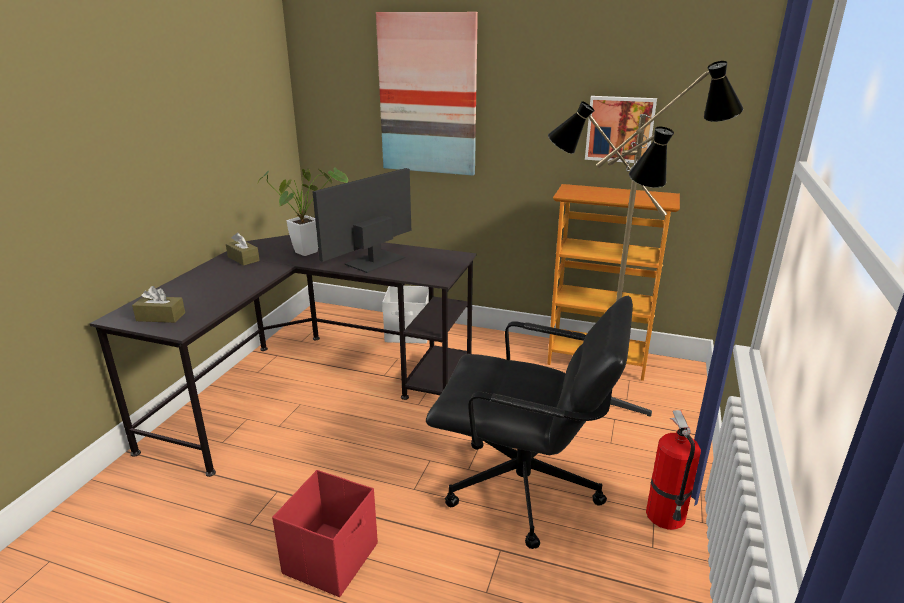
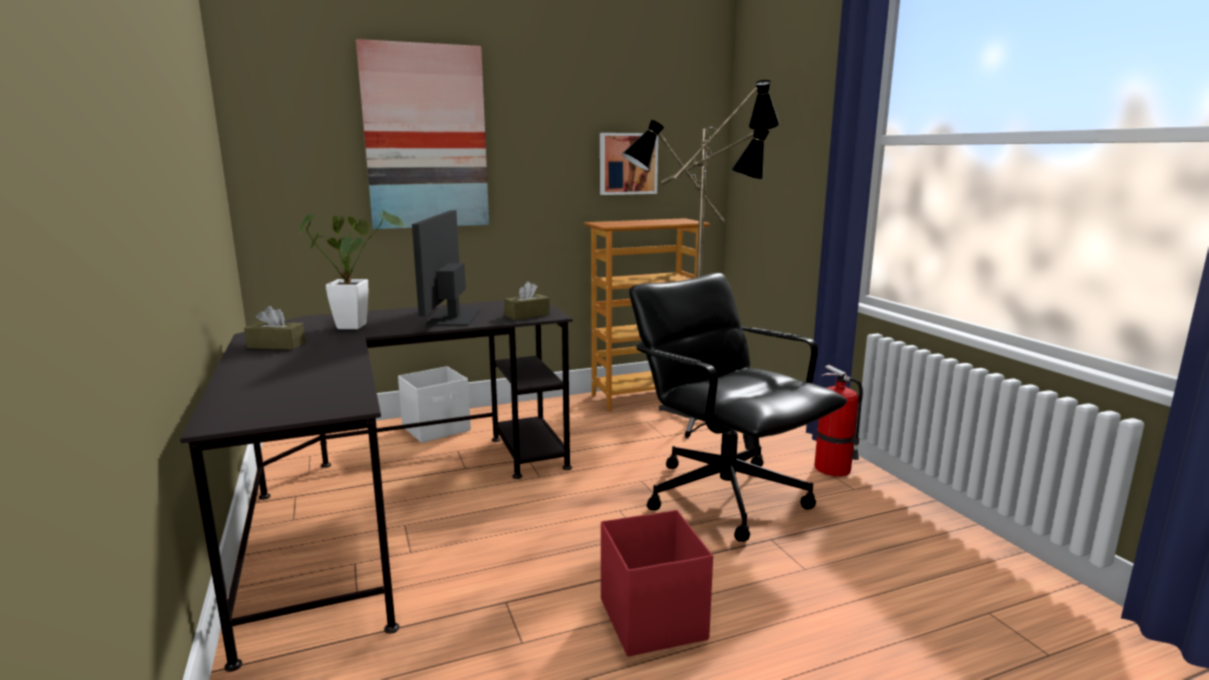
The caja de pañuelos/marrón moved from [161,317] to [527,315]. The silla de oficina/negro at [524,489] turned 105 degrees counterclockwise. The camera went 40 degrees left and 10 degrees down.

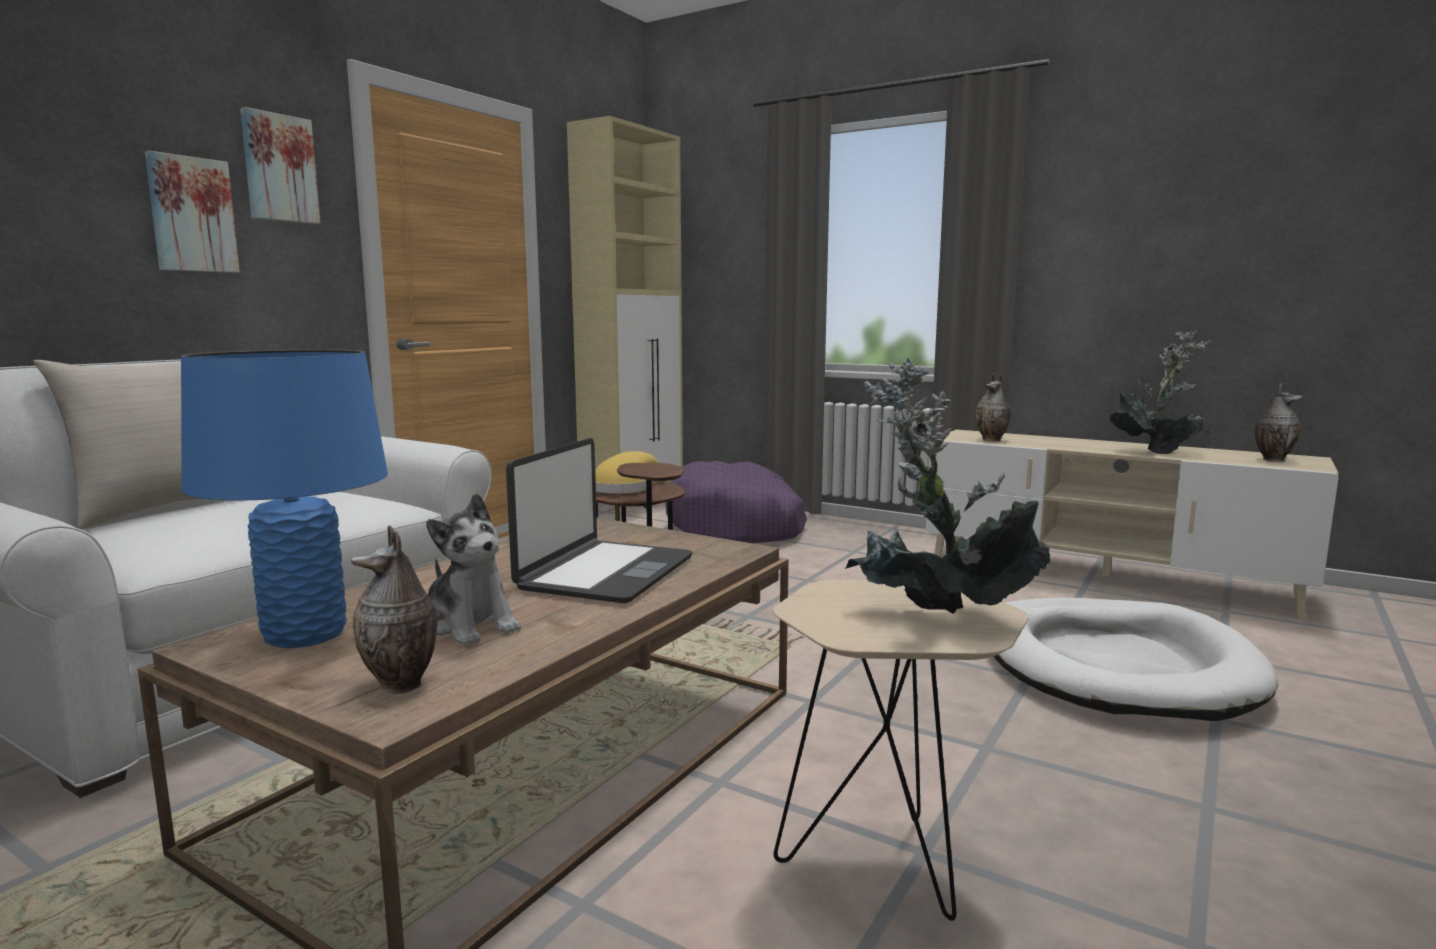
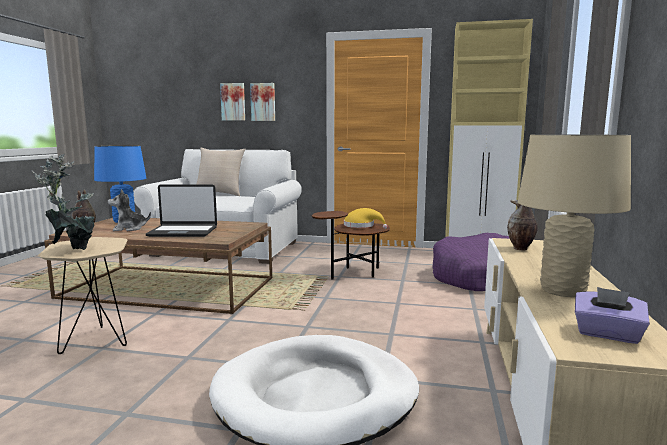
The cuadro moved from [279,168] to [233,102]. The peluche at [470,625] turned 45 degrees clockwise. The planta en maceta at [1158,451] was replaced by the lámpara de mesa/beis at [562,290]. The florero at [1272,459] was replaced by the caja de pañuelos/morado at [607,334]. The camera went 70 degrees right and 0 degrees up.

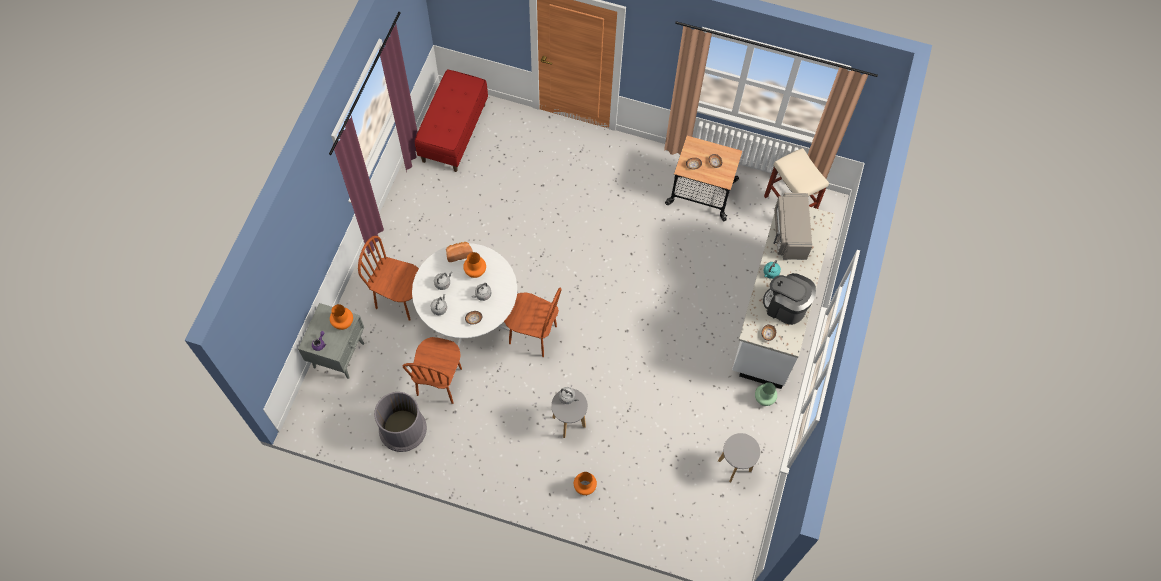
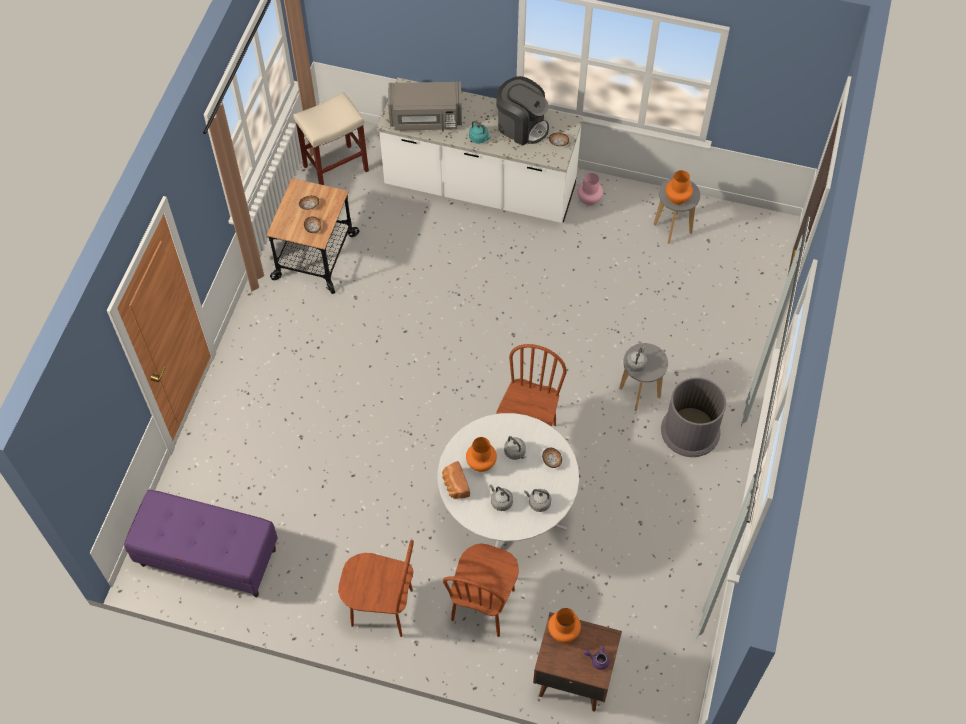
The mesita de noche/gris at [339,354] became the mesita de noche/marrón at [572,677]. The papelera/gris moved from [402,429] to [690,431]. The silla/marrón moved from [440,382] to [382,608]. The banco/rojo at [453,132] became the banco/morado at [208,557]. The florero/naranja moved from [584,486] to [677,199]. The florero/verde at [764,399] became the florero/rosa at [589,199]. The cafetera at [785,306] turned 90 degrees counterclockwise. The camera went 90 degrees left and 5 degrees down.

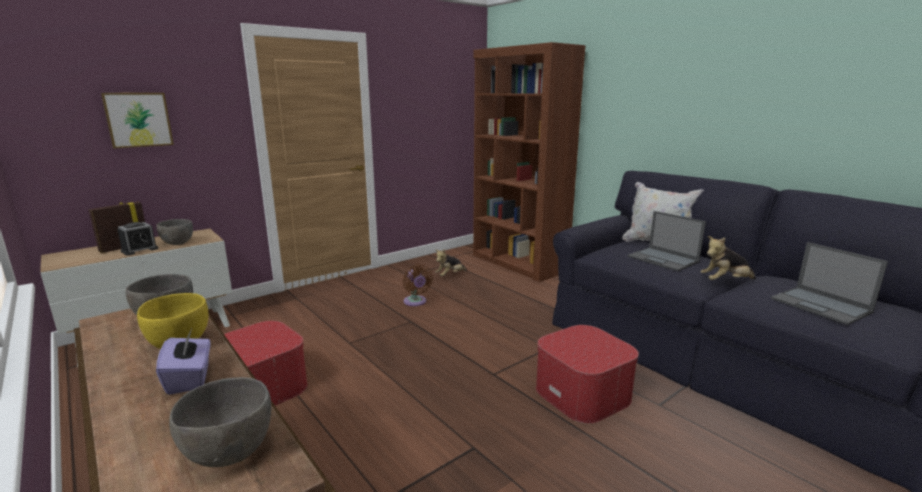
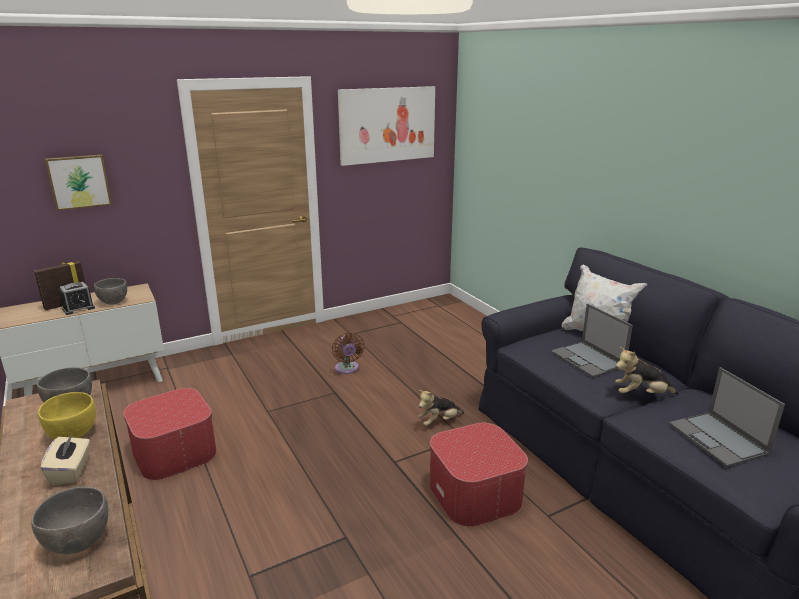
The caja de pañuelos/morado at [190,378] became the caja de pañuelos/beis at [71,471]. The peluche moved from [450,275] to [439,421]. The estantería/marrón at [518,263] disappeared. The cuadro at [387,125] appeared. The camera went 10 degrees right and 5 degrees up.

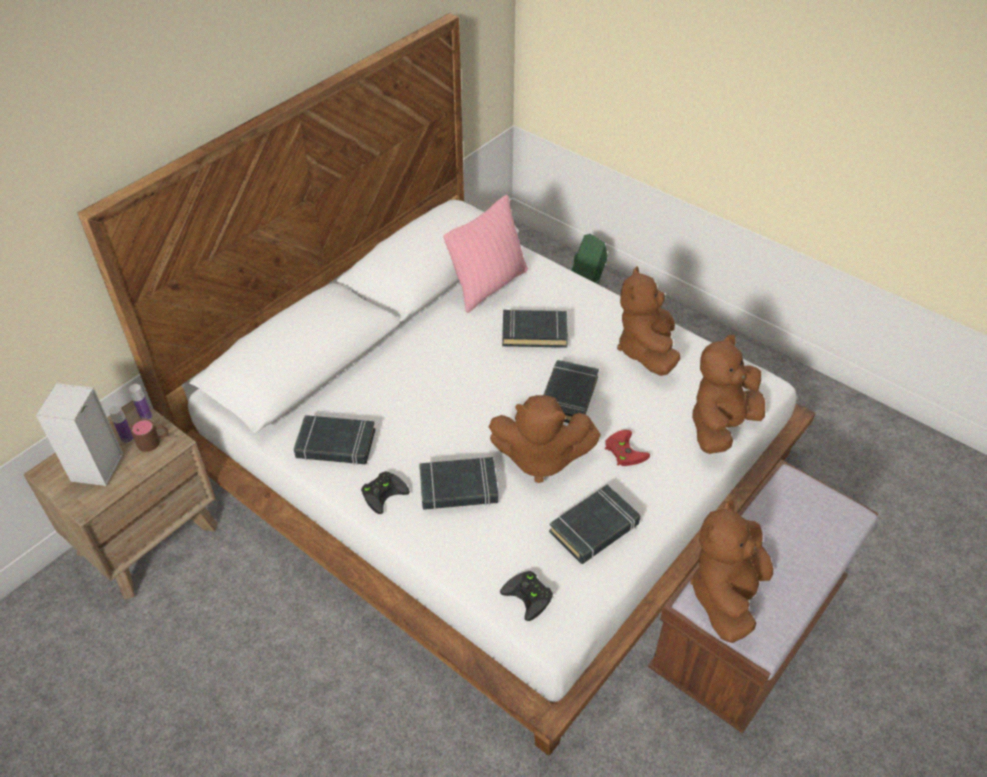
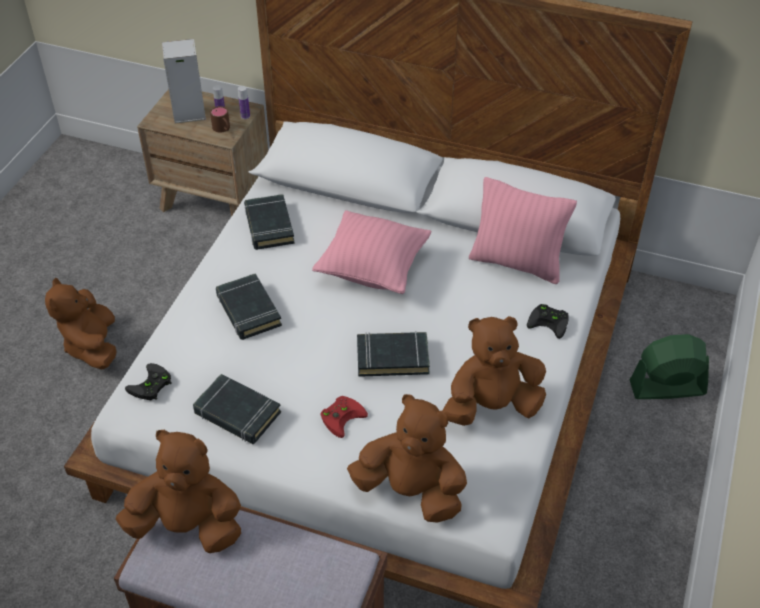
The mando de consola/negro moved from [384,492] to [550,322]. The peluche/marrón moved from [540,458] to [92,346]. The libro/negro at [534,332] disappeared. The cojín/rosa at [373,269] appeared. The camera went 70 degrees right and 0 degrees up.

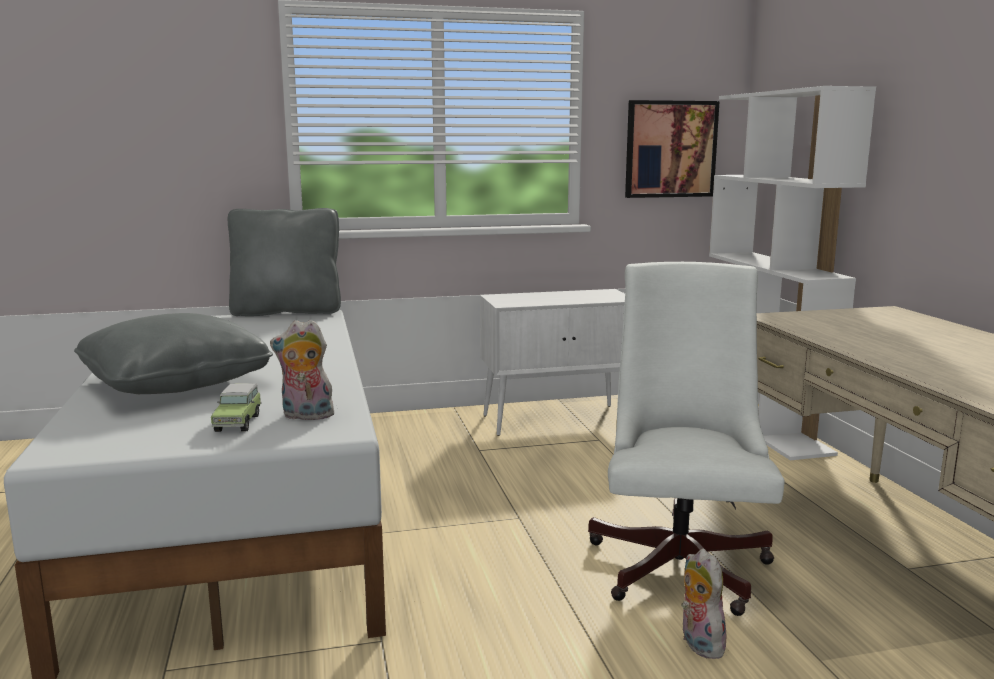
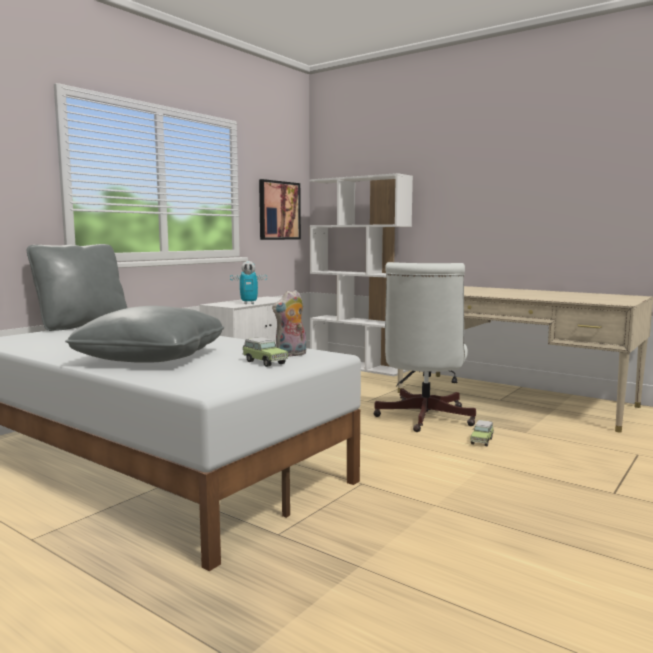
The silla de oficina/blanco at [680,560] turned 135 degrees counterclockwise. The peluche at [698,643] was replaced by the coche de juguete at [482,441]. The robot de juguete at [249,303] appeared. The camera went 40 degrees left and 5 degrees down.

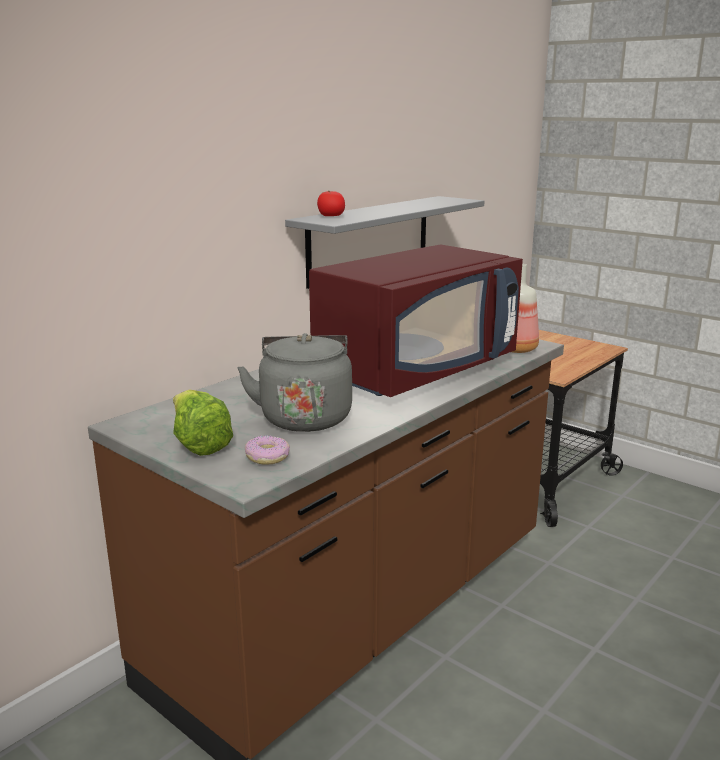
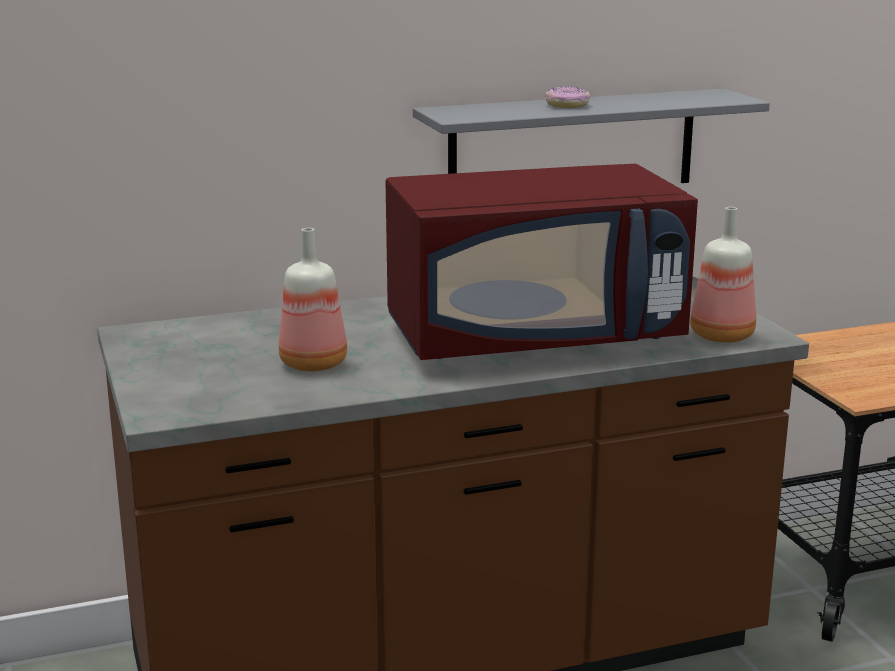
The lechuga at [199,444] disappeared. The hervidor/gris at [305,416] was replaced by the botella at [315,364]. The rosquilla moved from [267,456] to [567,105]. The tomate at [331,216] disappeared. The camera went 30 degrees right and 0 degrees up.

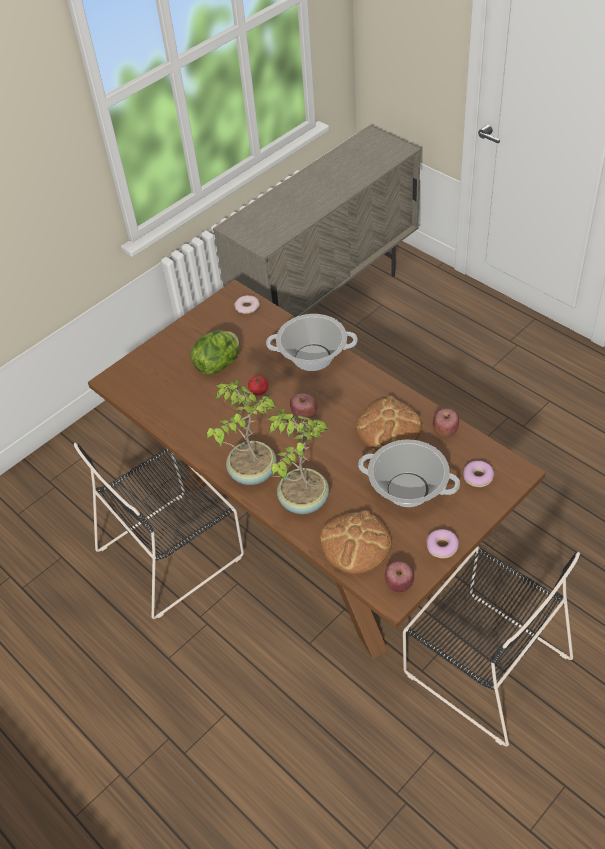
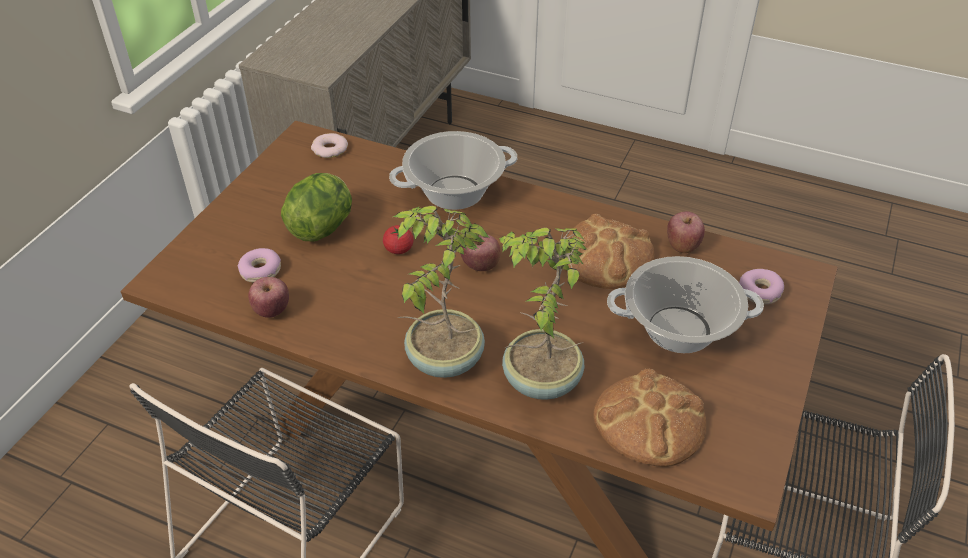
The manzana moved from [399,584] to [272,310]. The rosquilla moved from [442,547] to [261,271]. The camera went 25 degrees left and 5 degrees down.

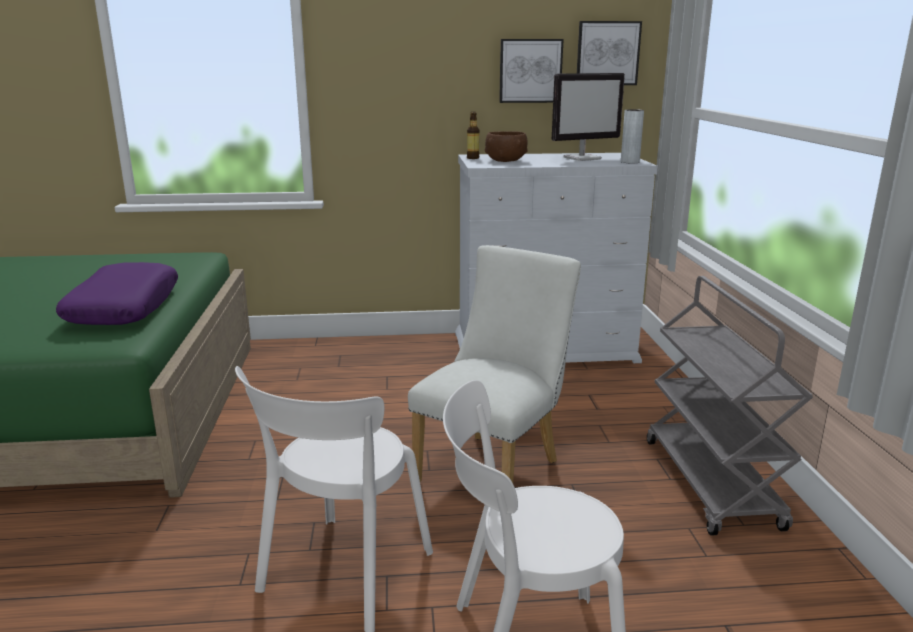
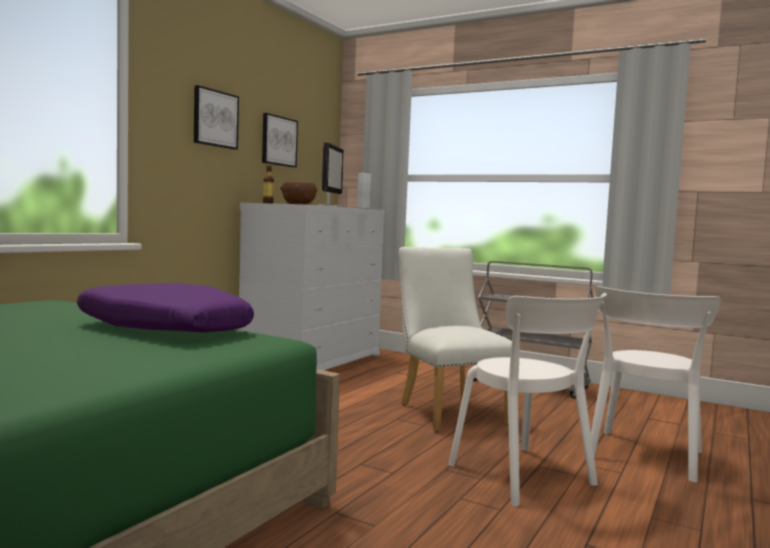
The cuadro moved from [607,53] to [215,118]. The camera went 55 degrees left and 15 degrees down.

